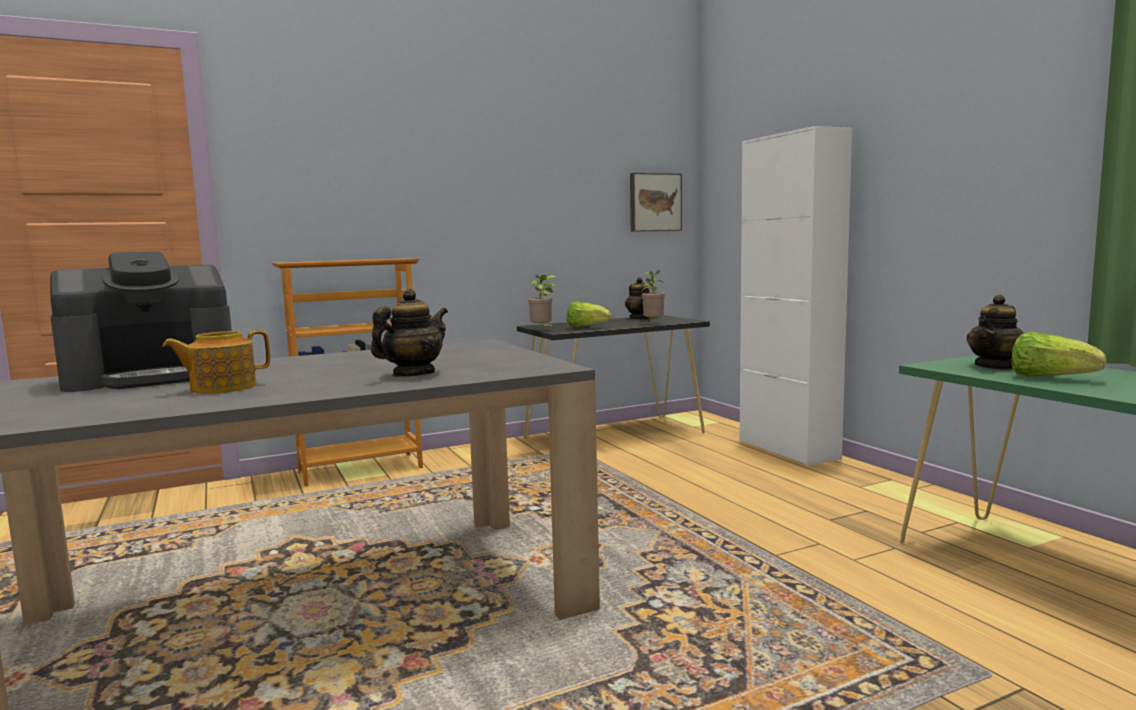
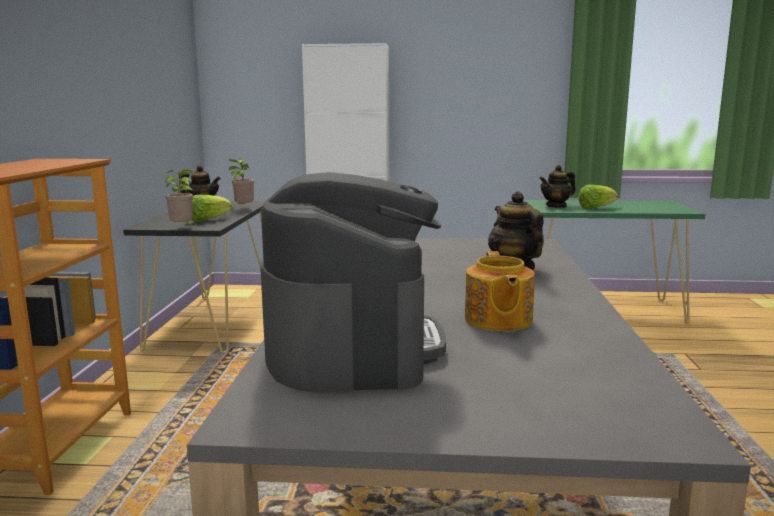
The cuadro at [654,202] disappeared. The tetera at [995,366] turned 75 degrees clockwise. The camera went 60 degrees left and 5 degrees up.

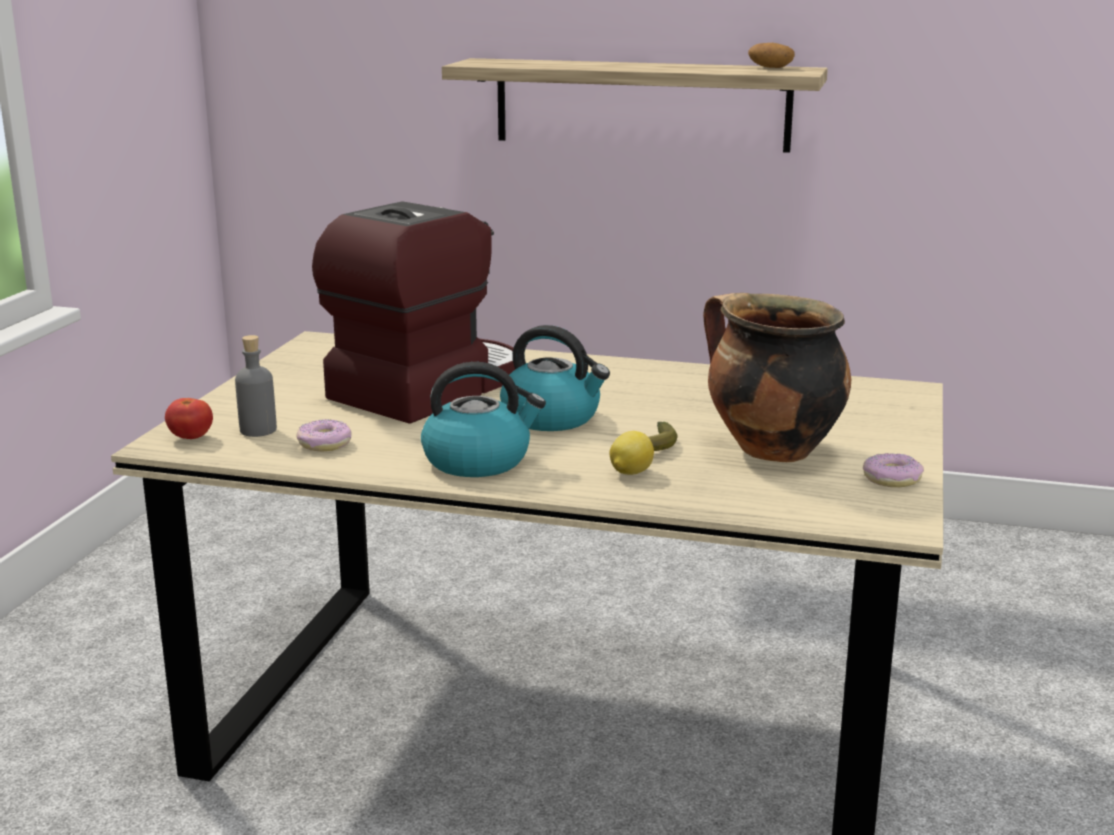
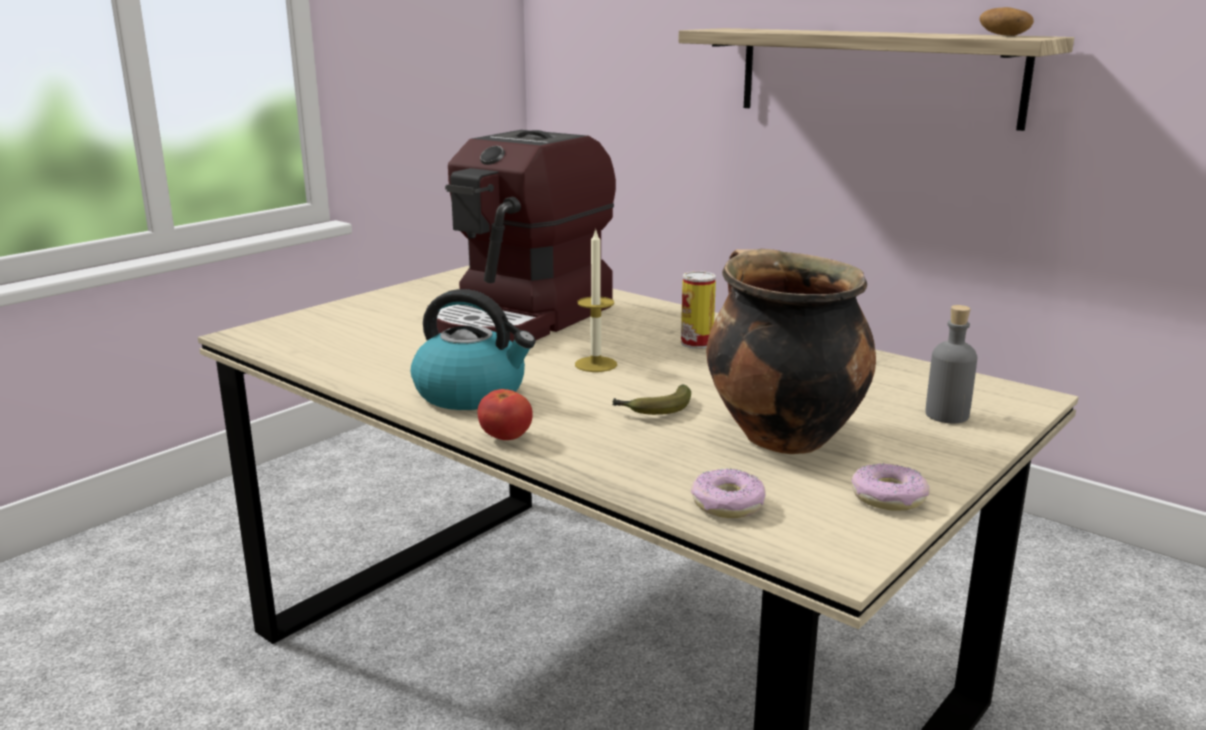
The tomate moved from [191,437] to [506,437]. The botella/gris moved from [258,430] to [946,415]. The rosquilla moved from [324,444] to [727,504]. The cafetera at [427,387] turned 150 degrees clockwise. The hervidor at [552,418] was replaced by the vela at [596,364]. The limón at [630,472] disappeared. The lata at [696,343] appeared. The camera went 25 degrees right and 0 degrees up.

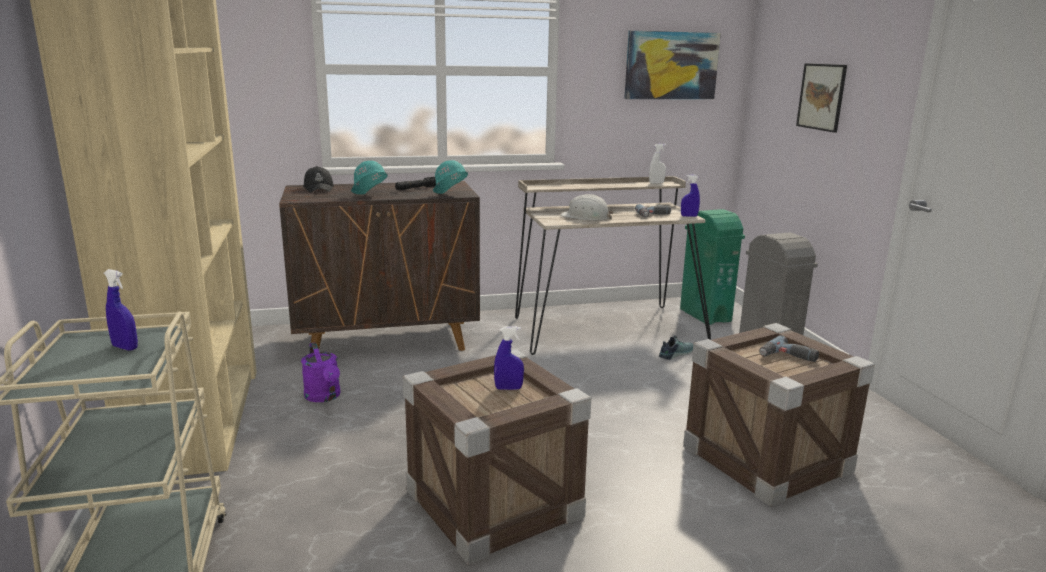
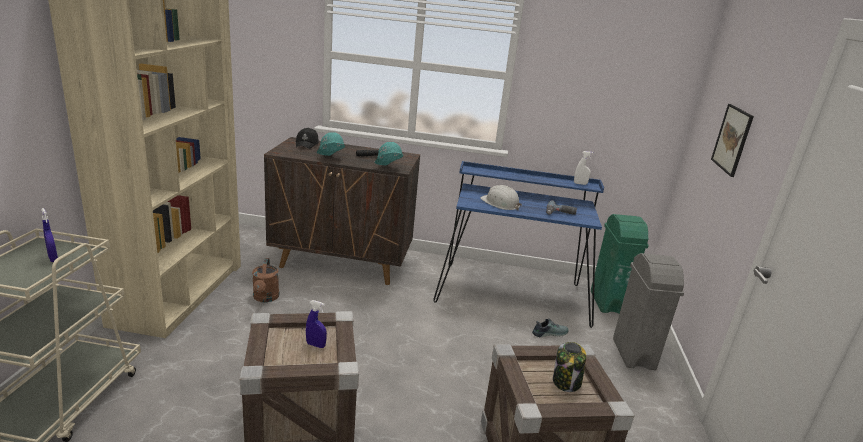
The regadera/morado at [324,397] became the regadera/marrón at [265,298]. The escritorio/beis at [605,327] became the escritorio/azul at [512,292]. The cuadro at [671,65] disappeared. The pulverizador/azul at [689,216] disappeared. The taladro at [788,357] was replaced by the tarro at [566,382]. The camera went 20 degrees right and 5 degrees up.

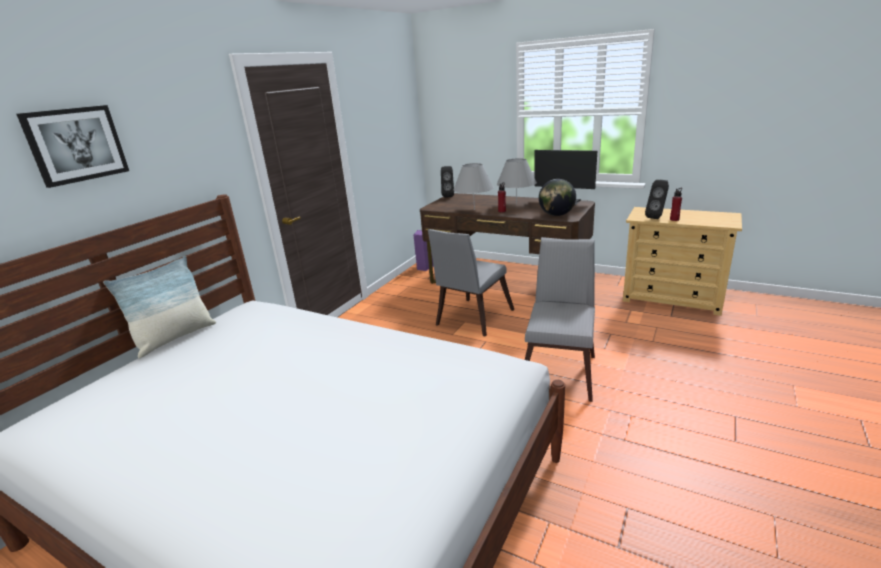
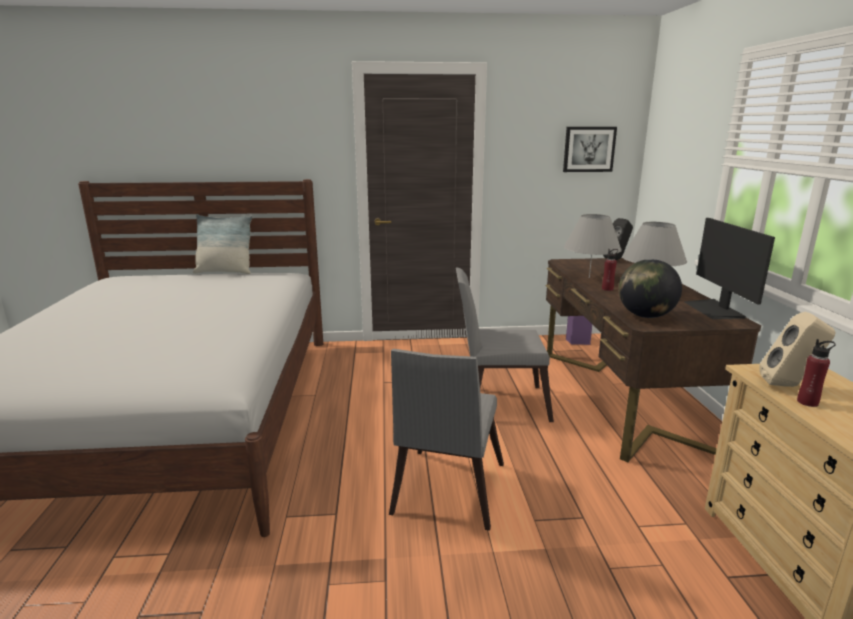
The cuadro moved from [76,144] to [589,149]. The silla/gris at [559,369] turned 120 degrees clockwise. The altavoz/negro at [657,217] became the altavoz/beis at [789,386]. The camera went 55 degrees right and 5 degrees down.

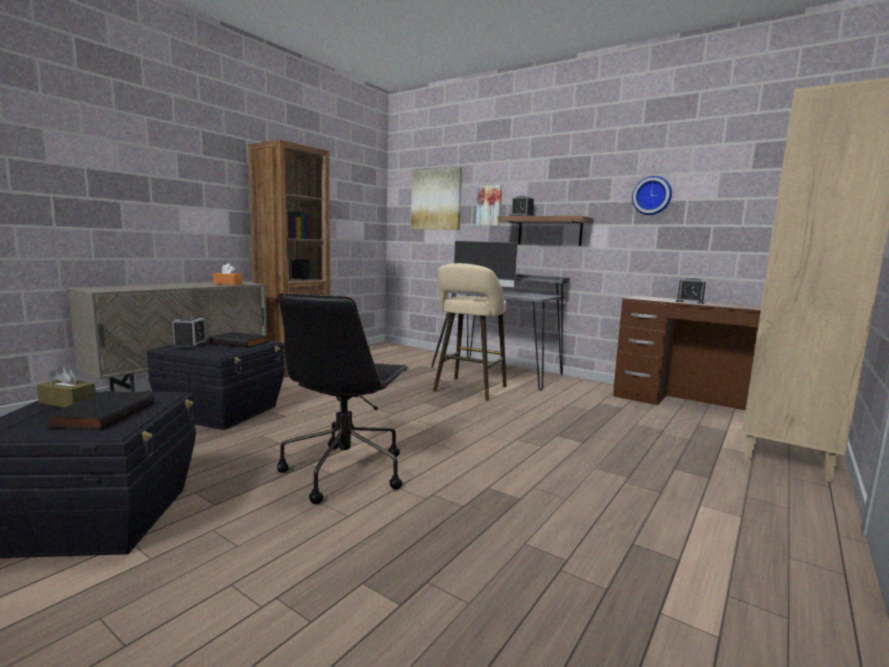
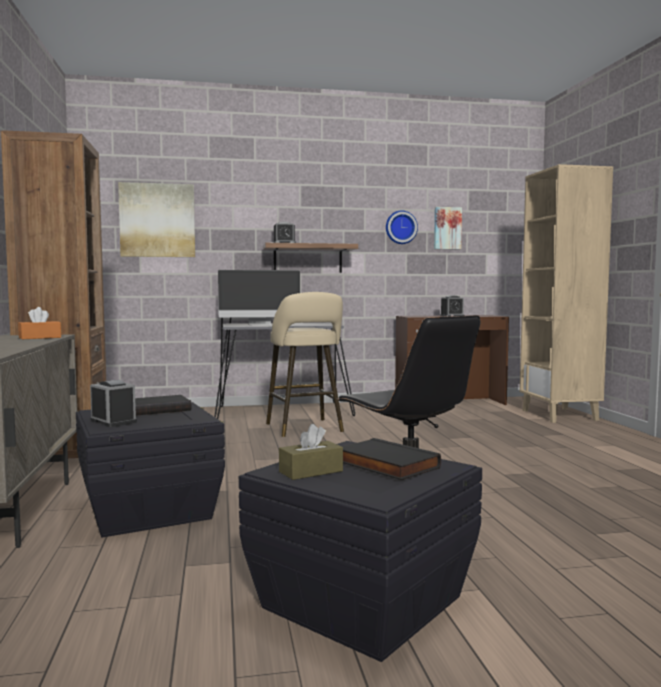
The cuadro moved from [489,205] to [447,228]. The camera went 45 degrees left and 5 degrees down.

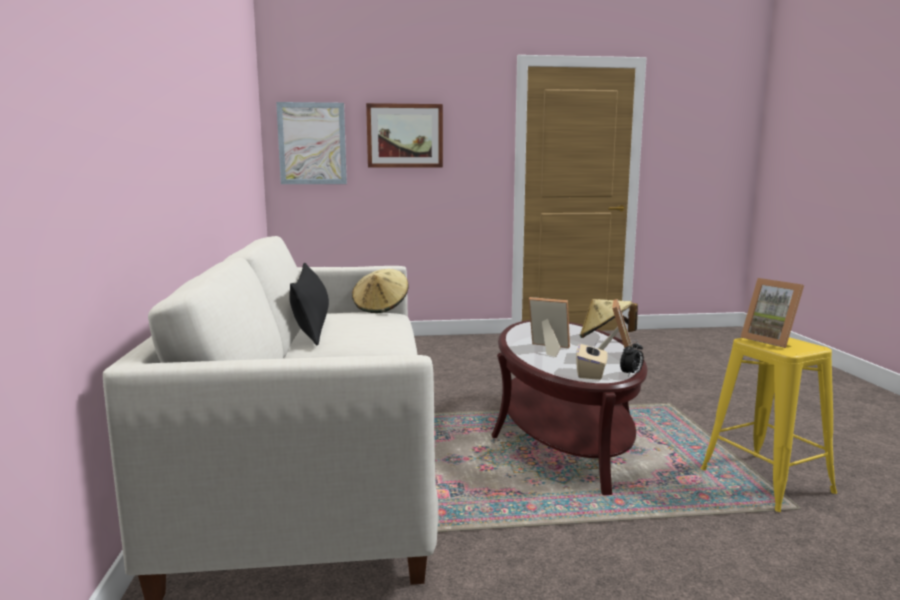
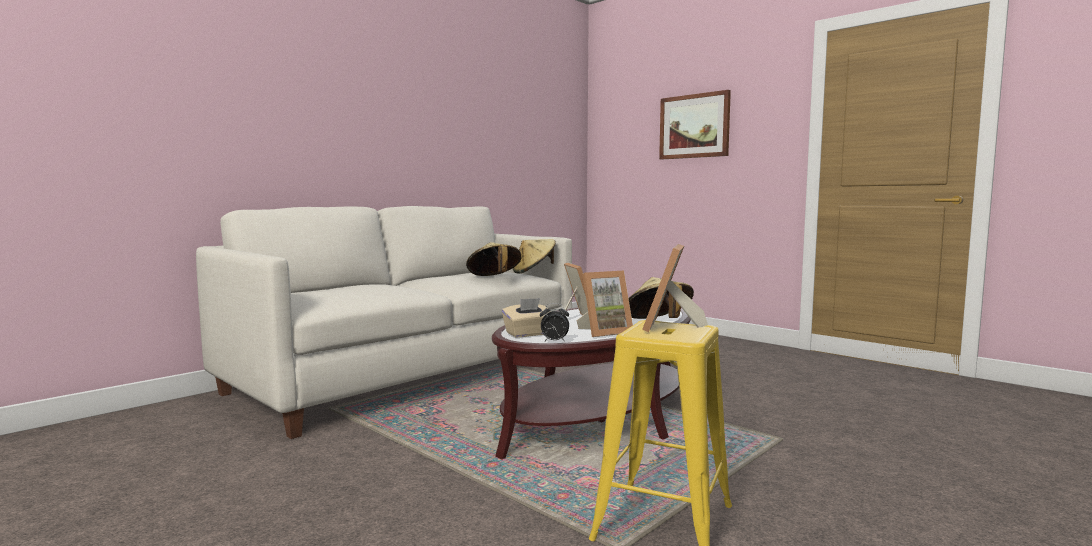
The cuadro at [312,143] disappeared. The cojín/negro at [312,328] disappeared. The sombrero/beis at [494,278] appeared. The camera went 50 degrees right and 5 degrees down.

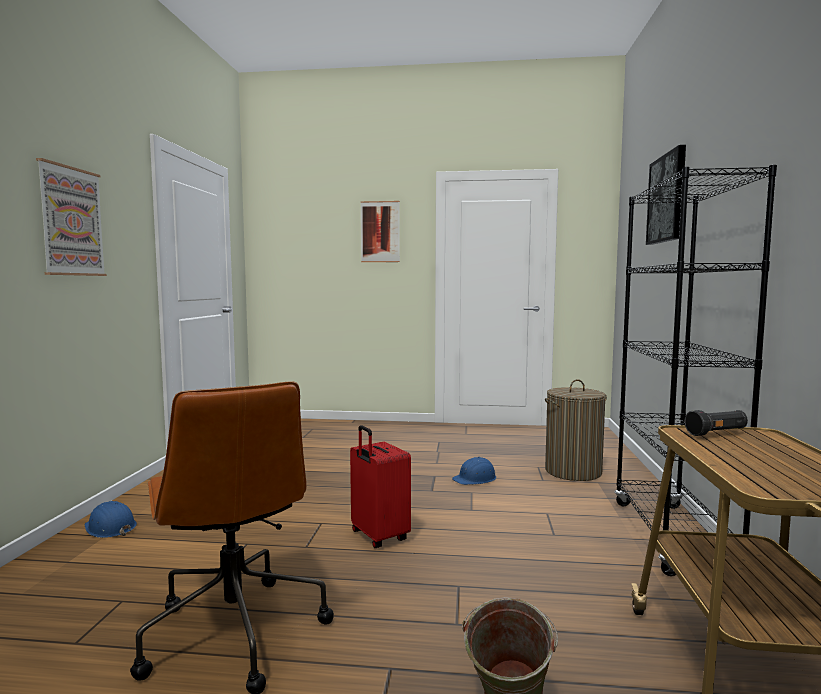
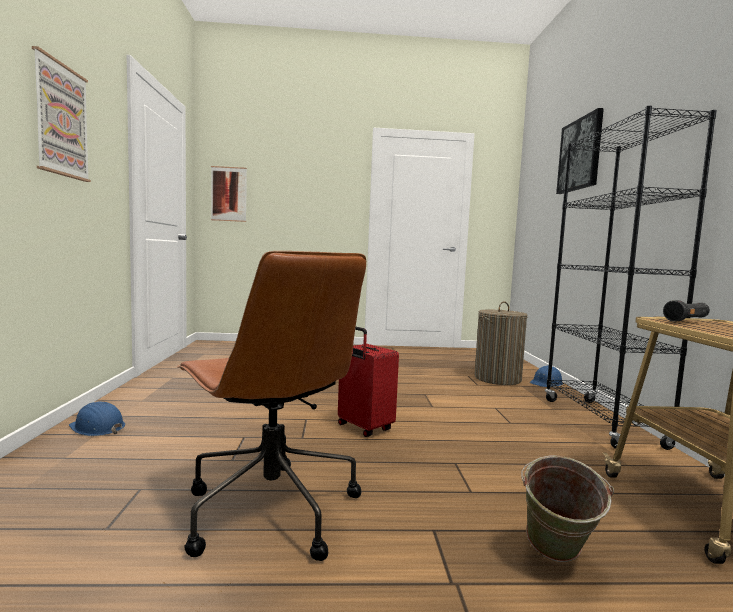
The cuadro moved from [380,231] to [229,194]. The casco/azul moved from [475,479] to [546,383]. The camera went 10 degrees left and 0 degrees up.

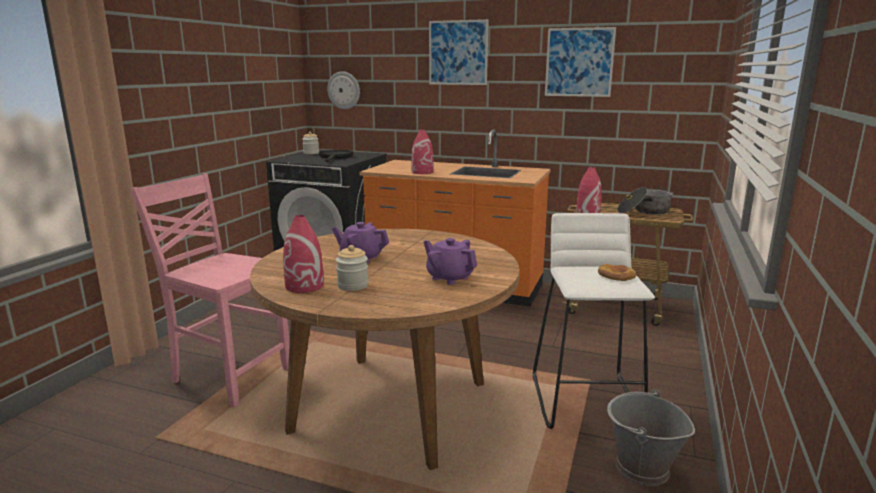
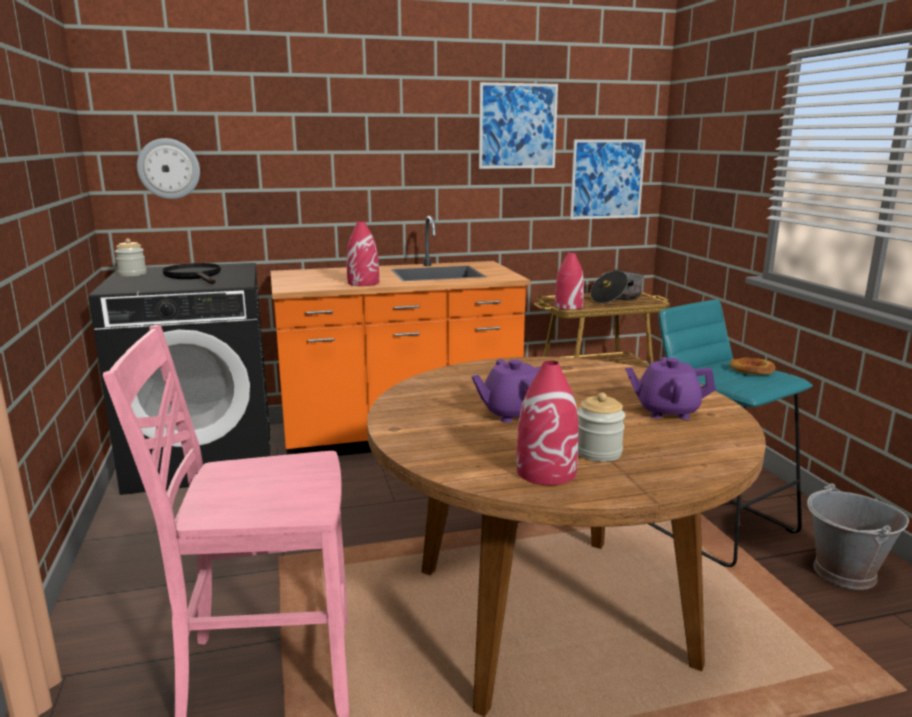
The cuadro moved from [458,53] to [607,179]. The taburete/blanco at [587,401] became the taburete/turquesa at [712,523]. The camera went 35 degrees left and 0 degrees up.

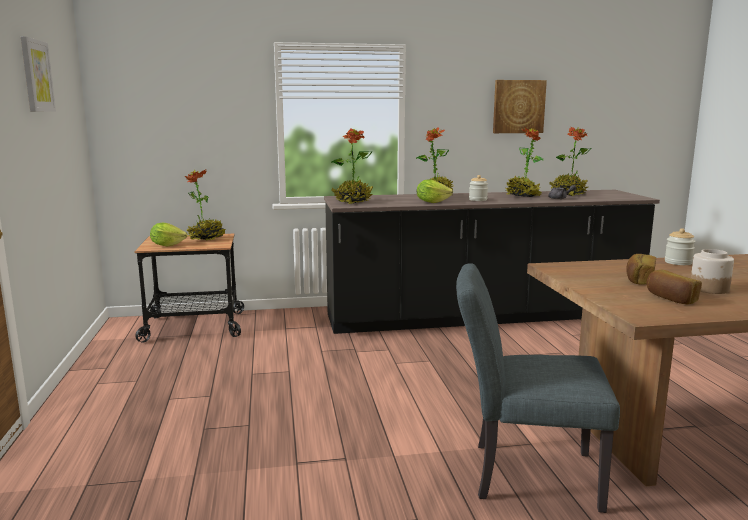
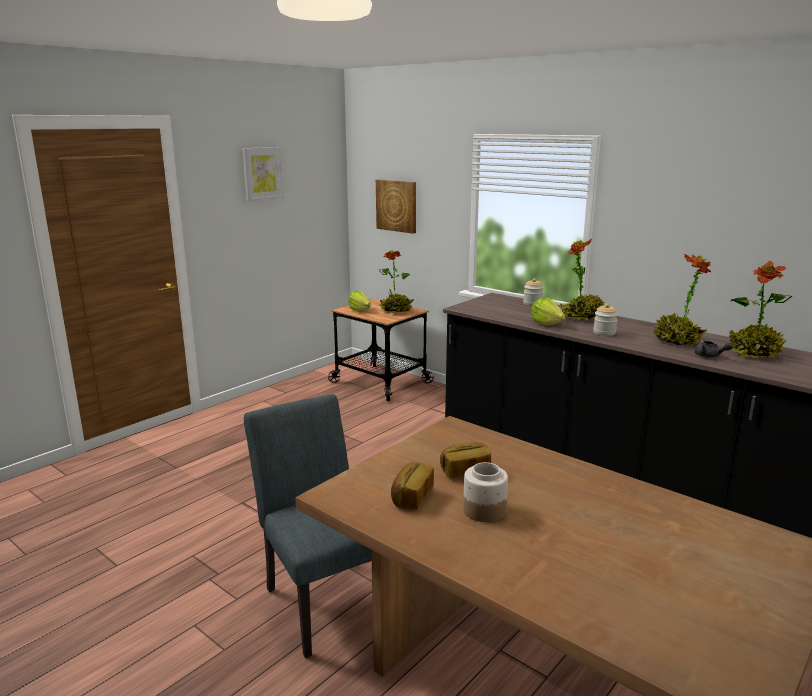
The planta en maceta at [352,202] disappeared. The cuadro moved from [518,106] to [397,205]. The tarro moved from [678,262] to [532,303]. The camera went 50 degrees right and 5 degrees up.

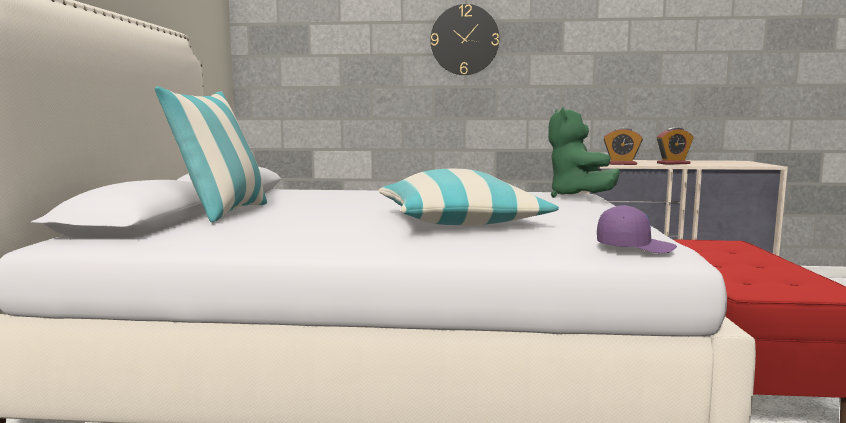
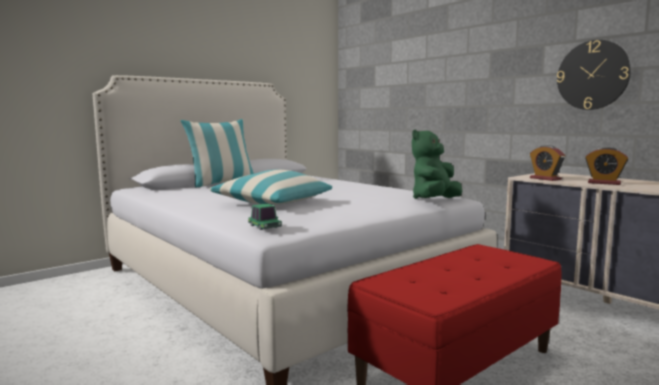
The reloj de pared moved from [464,40] to [592,75]. The gorra/morado at [634,247] was replaced by the coche de juguete at [264,227]. The camera went 45 degrees right and 0 degrees up.

